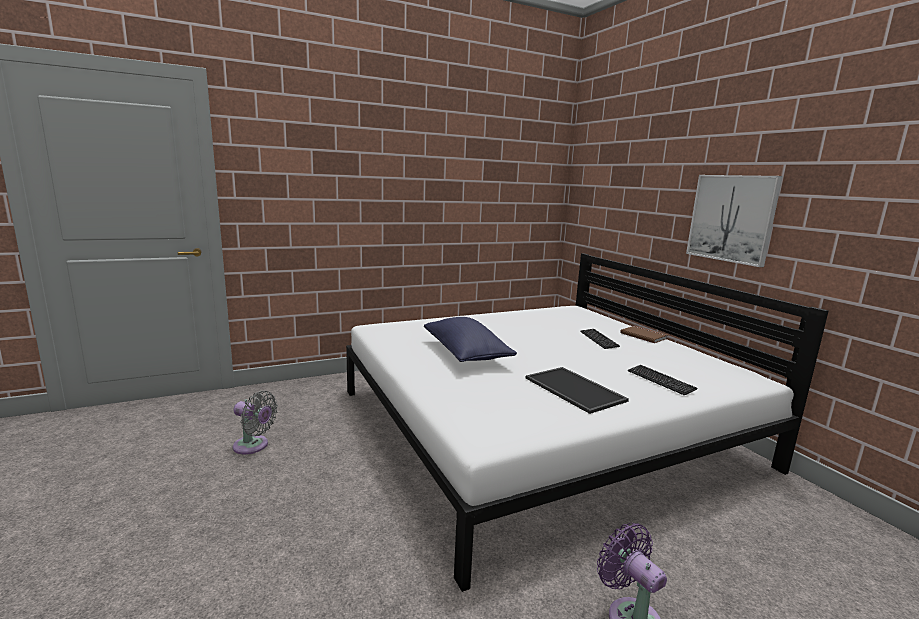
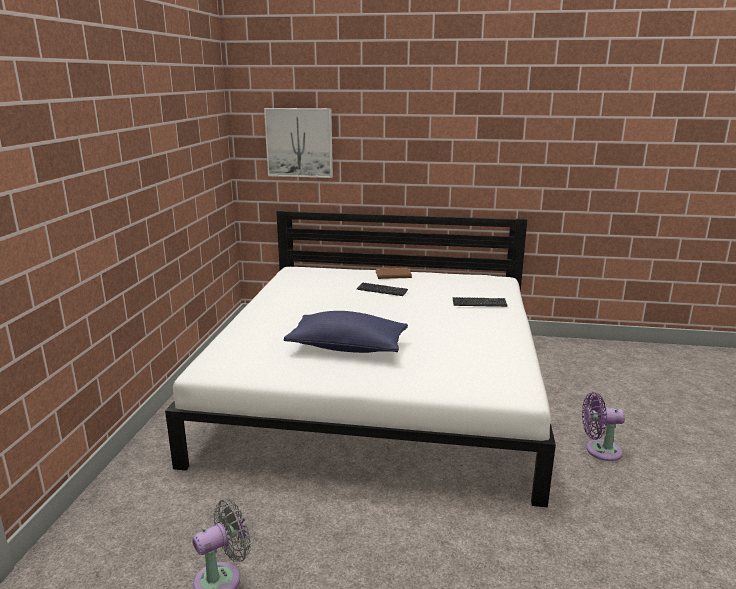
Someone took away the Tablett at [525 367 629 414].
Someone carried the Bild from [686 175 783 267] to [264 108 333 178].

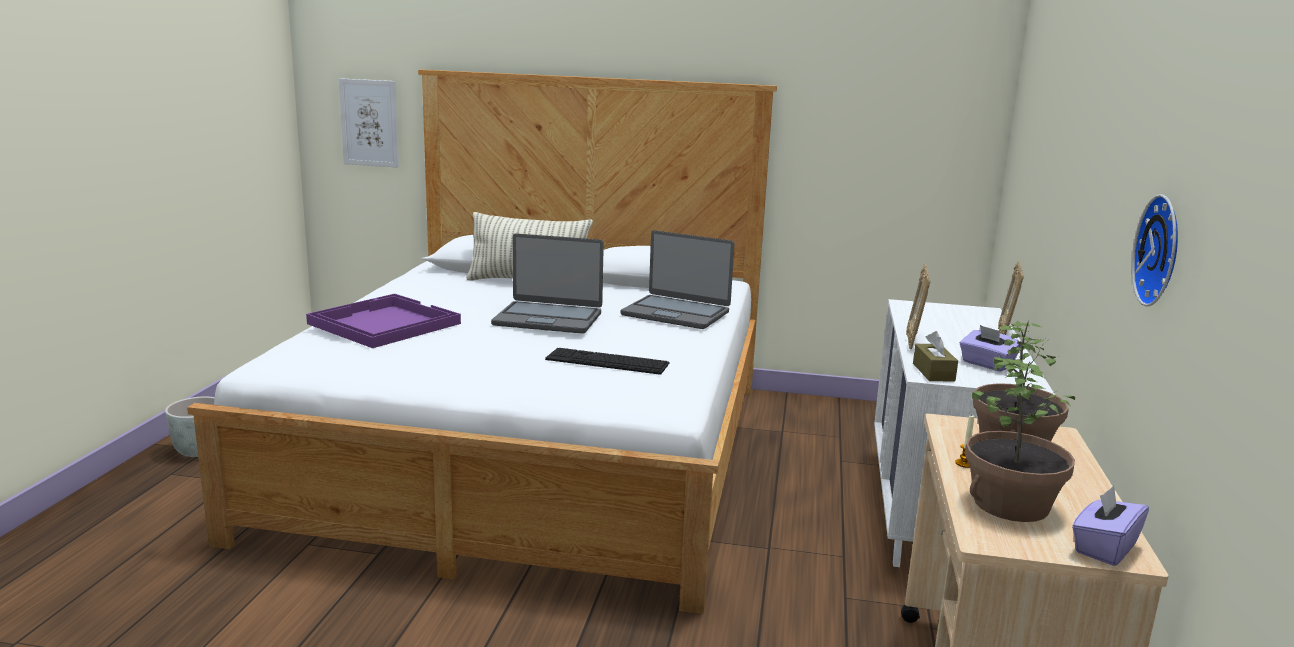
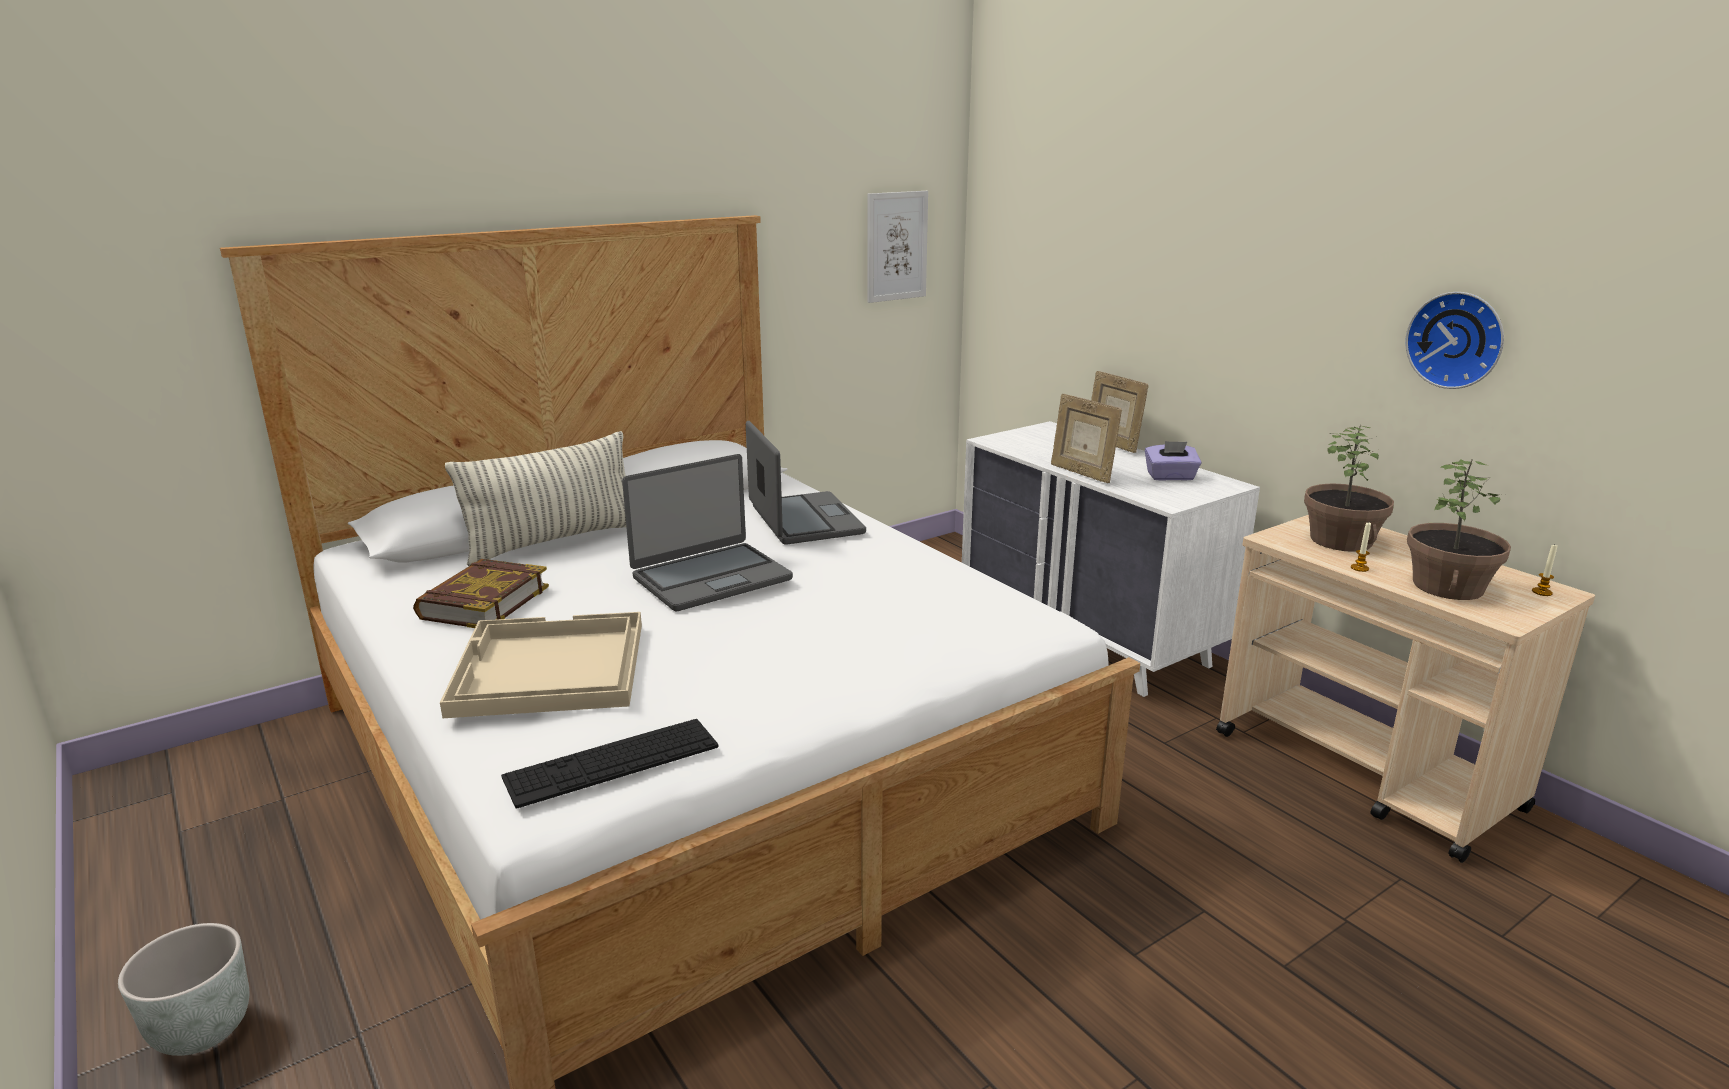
Someone took away the Taschentuchbox/braun at [913 331 958 382].
Someone put down the Buch at [413 559 549 628].
Someone carried the Bild from [339 78 399 168] to [867 191 928 303].
Someone carried the Tastatur from [545 348 670 375] to [501 719 718 809].
Someone swapped the Taschentuchbox/lila at [1072 485 1149 566] for the Kerze at [1532 545 1557 596].
Someone repainted the Tablett/lila at [306 294 461 348], which became the Tablett/beige at [440 612 642 718].
Someone rotated the Laptop at [621 230 734 329] by 90 degrees counterclockwise.

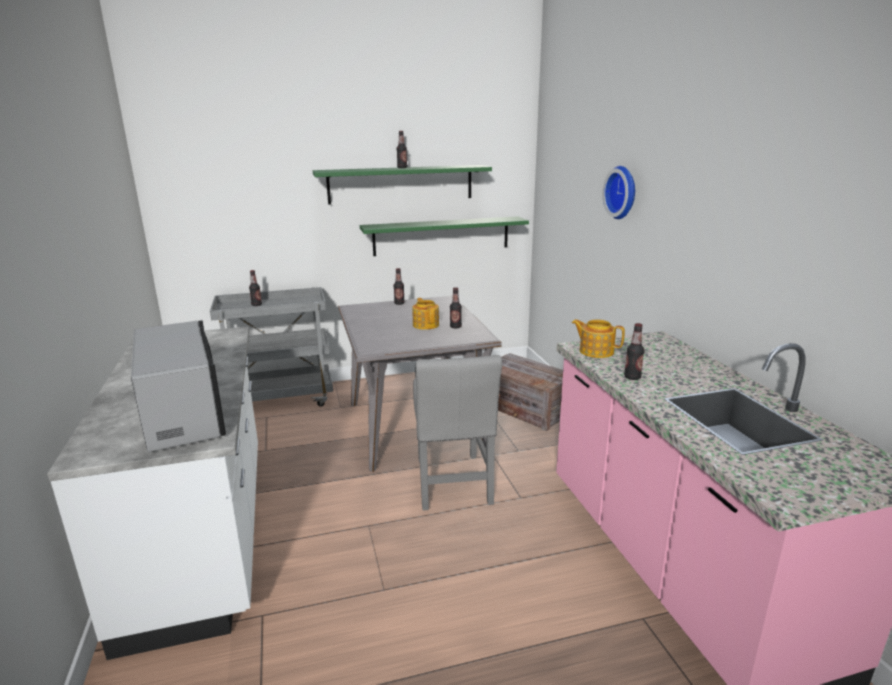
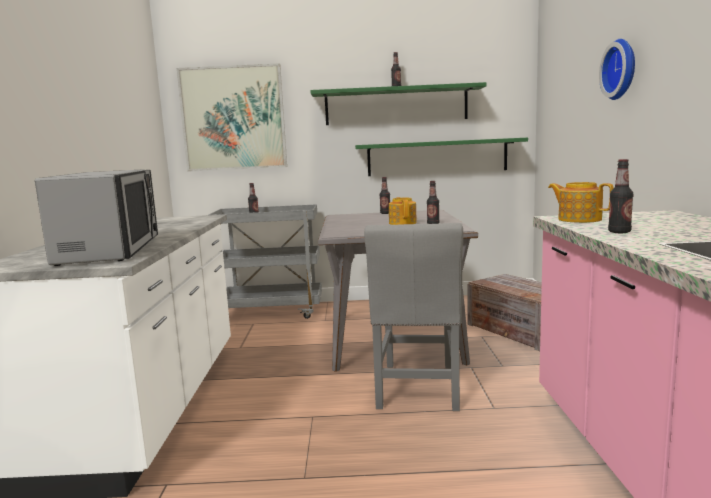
Someone put up the Bild at [177 63 287 172].

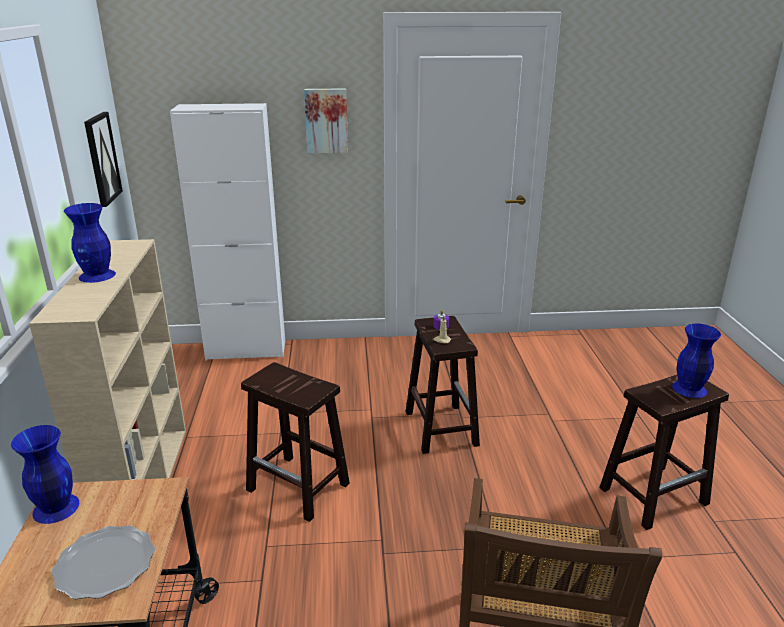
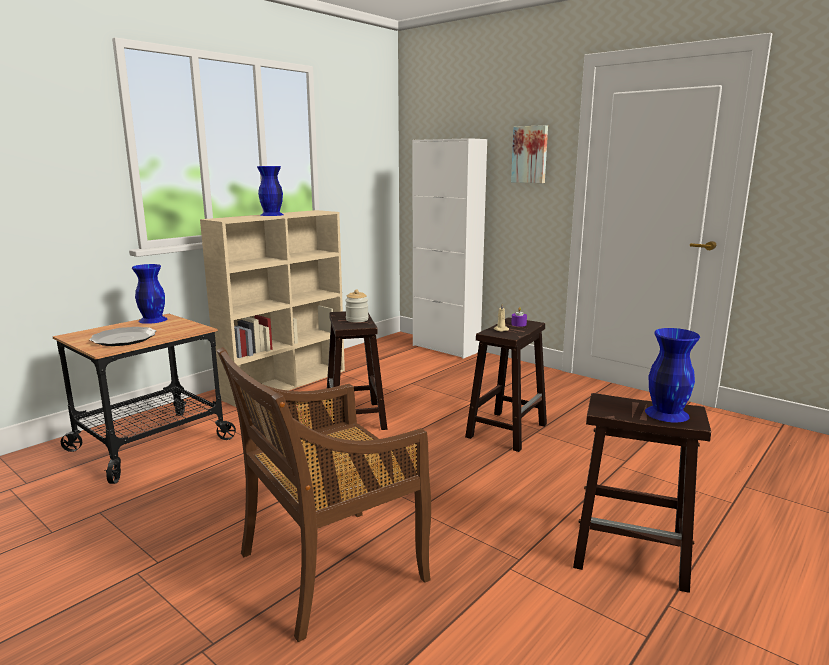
Someone took away the Bild at [84 112 123 207].
Someone put down the Vorratsglas at [345 290 369 322].

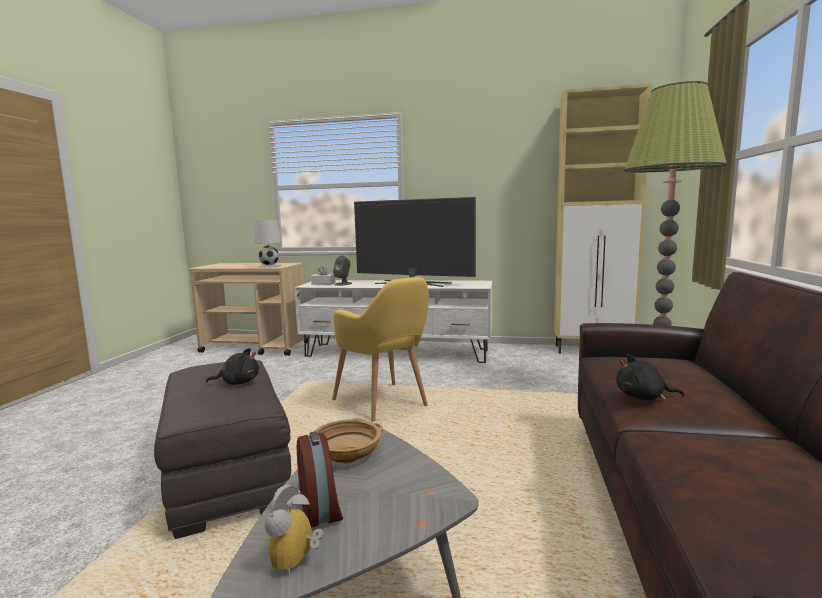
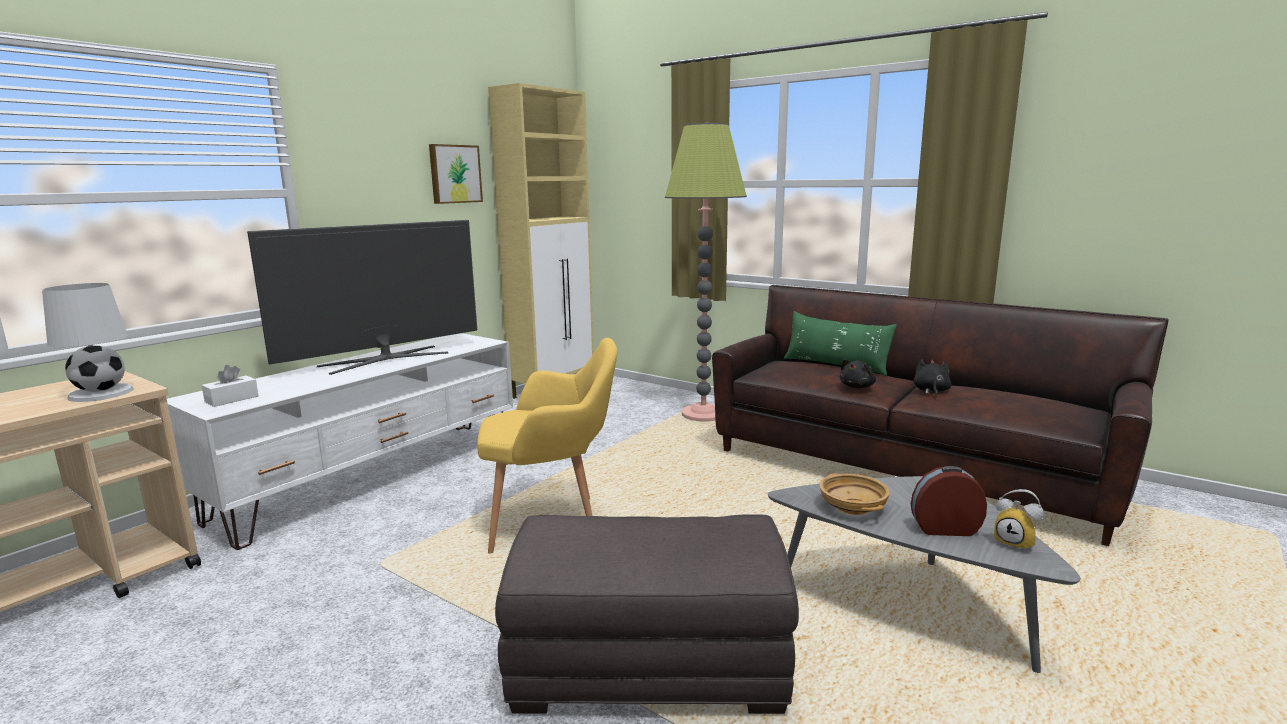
Someone took away the Lautsprecher/grau at [333 255 352 286].
Someone put up the Bild at [429 144 483 204].
Someone put down the Kissen/grün at [783 311 897 376].
Someone carried the Plüschtier/schwarz from [206 348 259 385] to [913 359 951 397].

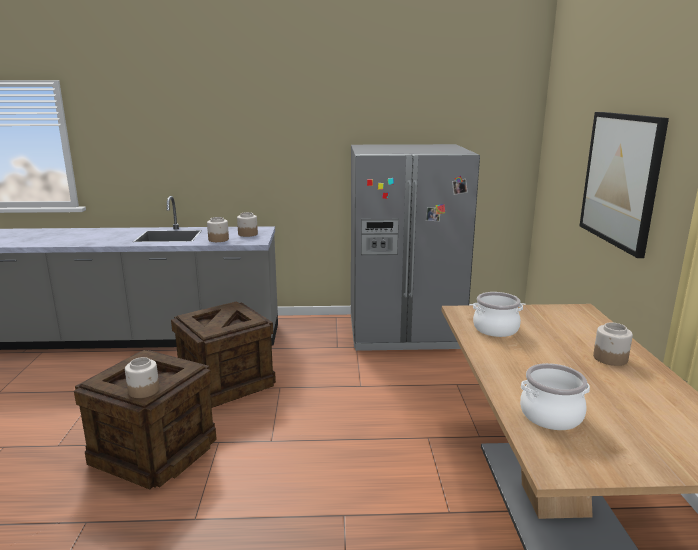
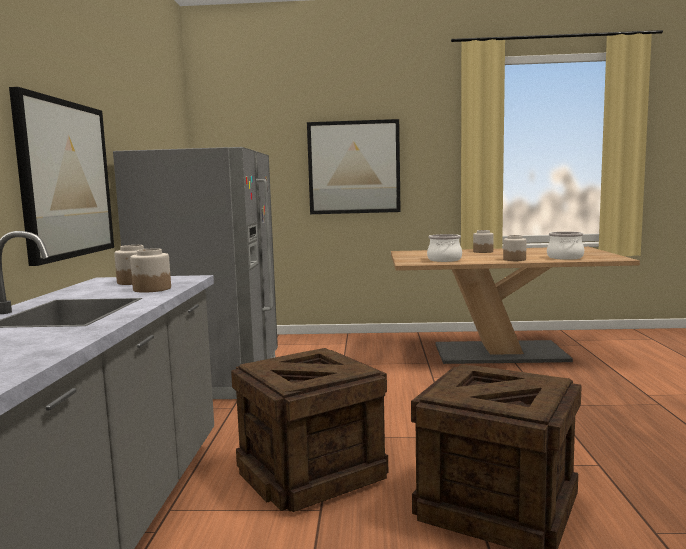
Someone put up the Bild at [9 87 114 266].
Someone carried the Vorratsglas from [125 357 159 398] to [503 235 527 261].

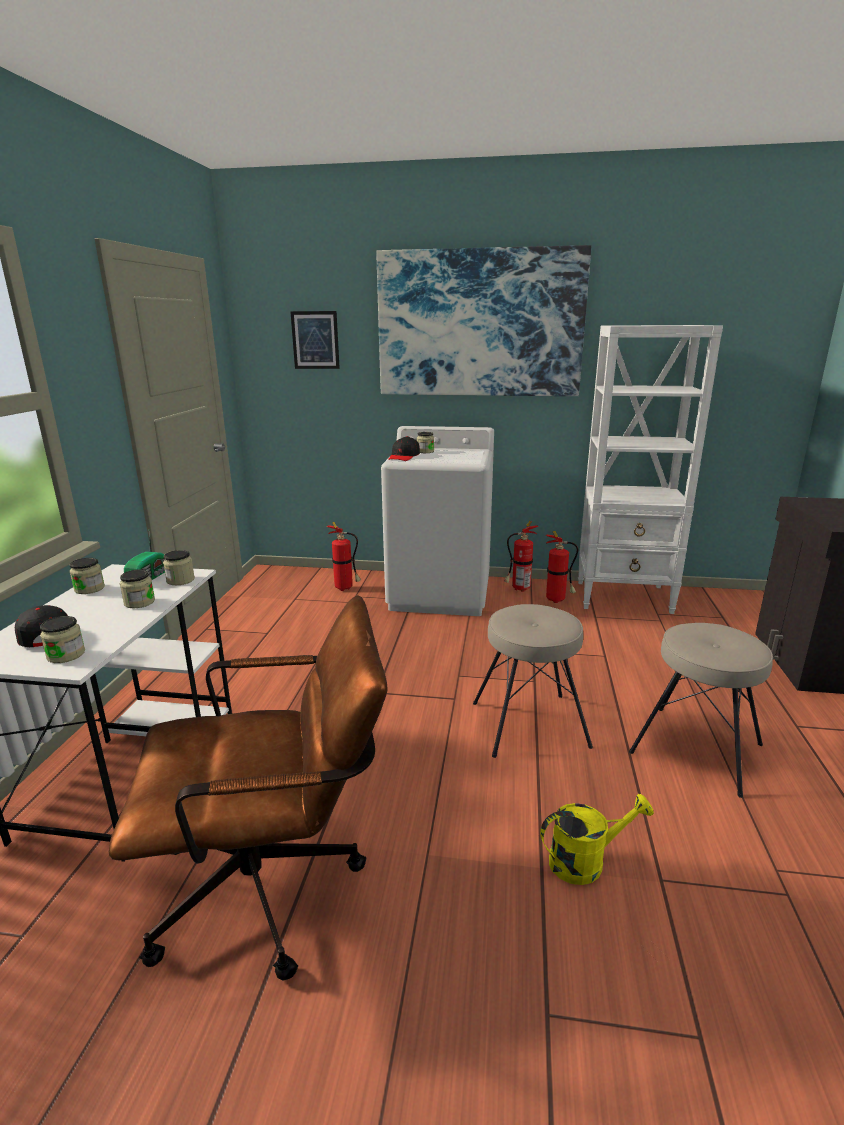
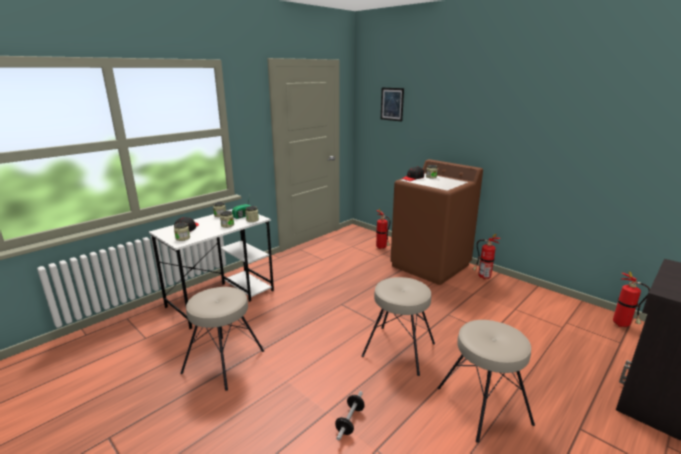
Someone took away the Bild at [376 245 591 396].
Someone took away the Bücherregal/weiß at [578 325 723 614].
Someone carried the Feuerlöscher from [546 531 578 603] to [613 272 650 327].
Someone swapped the Bürostuhl/braun at [109 595 388 981] for the Hocker/beige at [180 287 264 391].
Someone swapped the Gießkanne/gelb at [540 794 654 885] for the Hantel at [335 391 365 440].
Someone repainted the Waschmaschine/weiß at [381 426 494 616], which became the Waschmaschine/braun at [390 159 483 285].

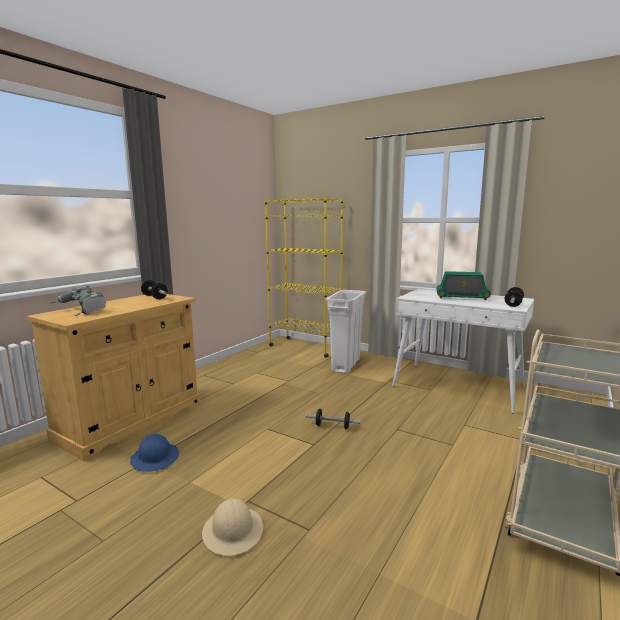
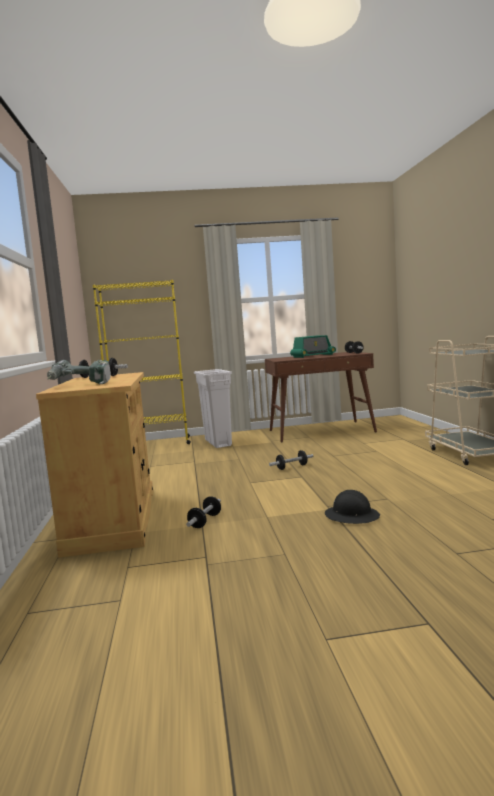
Someone swapped the Schutzhelm/blau at [130 434 179 472] for the Hantel at [186 496 221 528].
Someone repainted the Schutzhelm/beige at [202 498 263 556], which became the Schutzhelm/schwarz at [325 490 380 524].
Someone repainted the Schreibtisch/weiß at [392 289 534 414], which became the Schreibtisch/braun at [265 352 377 442].

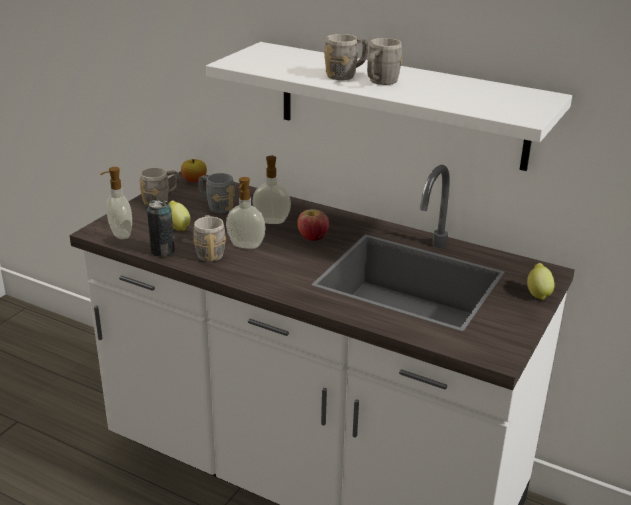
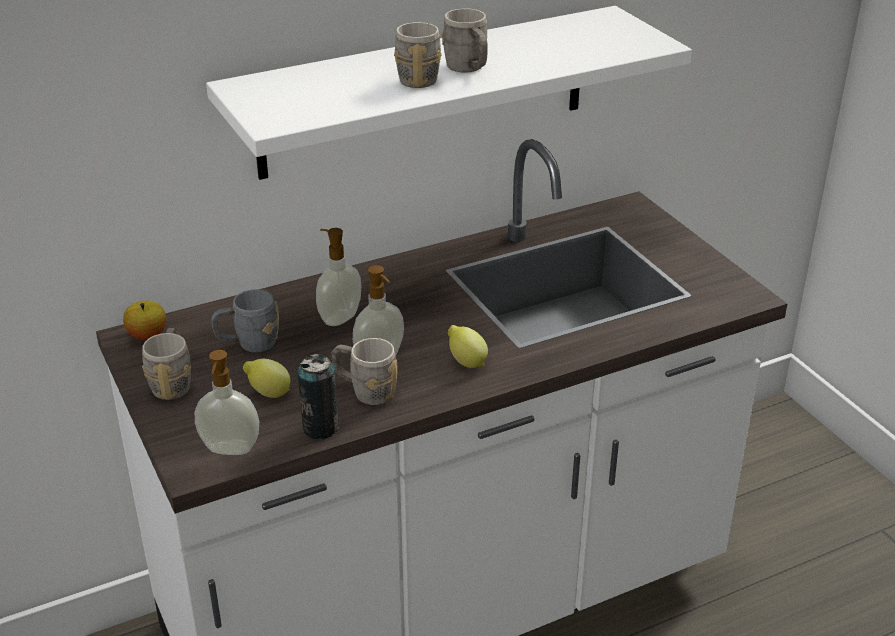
Someone took away the Apfel at [297 209 329 241].
Someone carried the Zitrone from [527 263 554 300] to [448 325 488 368].

